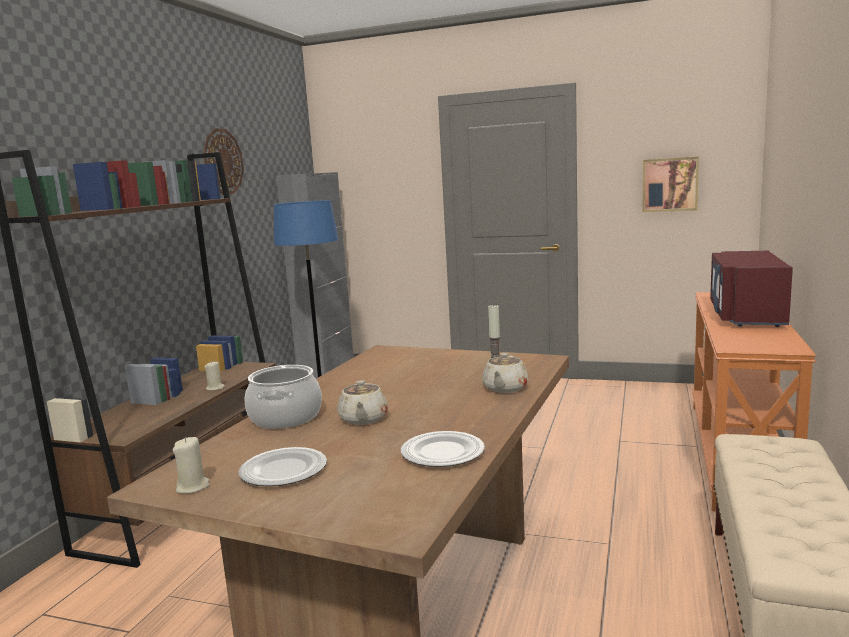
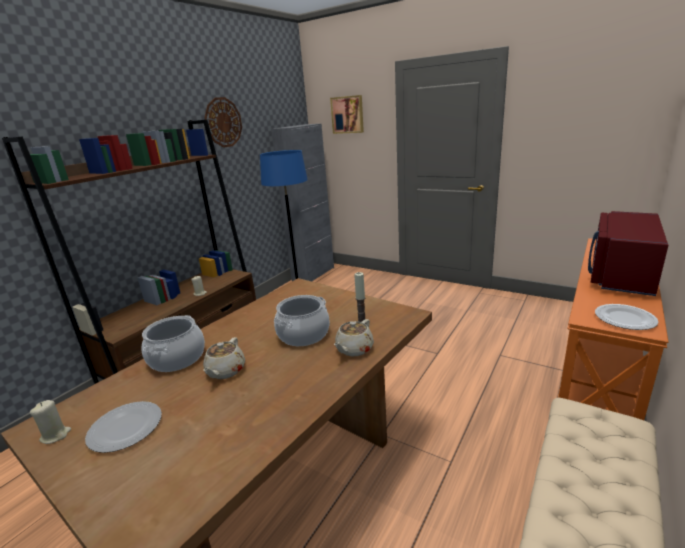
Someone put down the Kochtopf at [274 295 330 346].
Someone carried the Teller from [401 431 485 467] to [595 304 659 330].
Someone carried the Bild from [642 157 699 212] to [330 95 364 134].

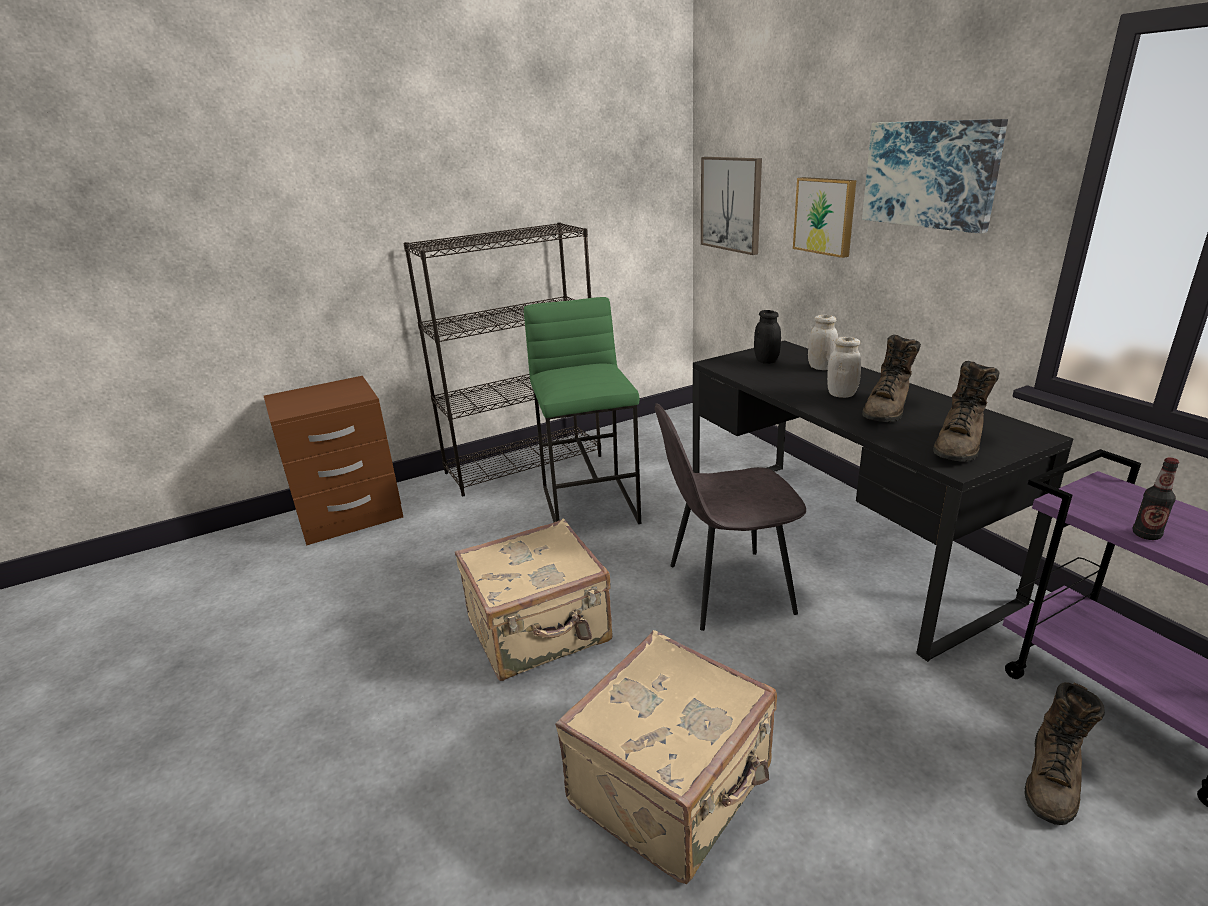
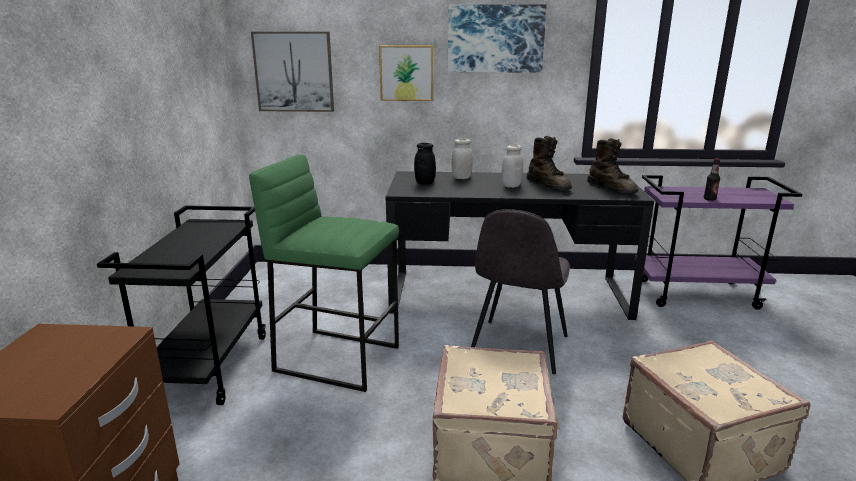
Someone took away the Stiefel/braun at [1025 682 1105 825].
Someone swapped the Bücherregal/schwarz at [403 222 601 496] for the Rollwagen/schwarz at [97 205 266 405].

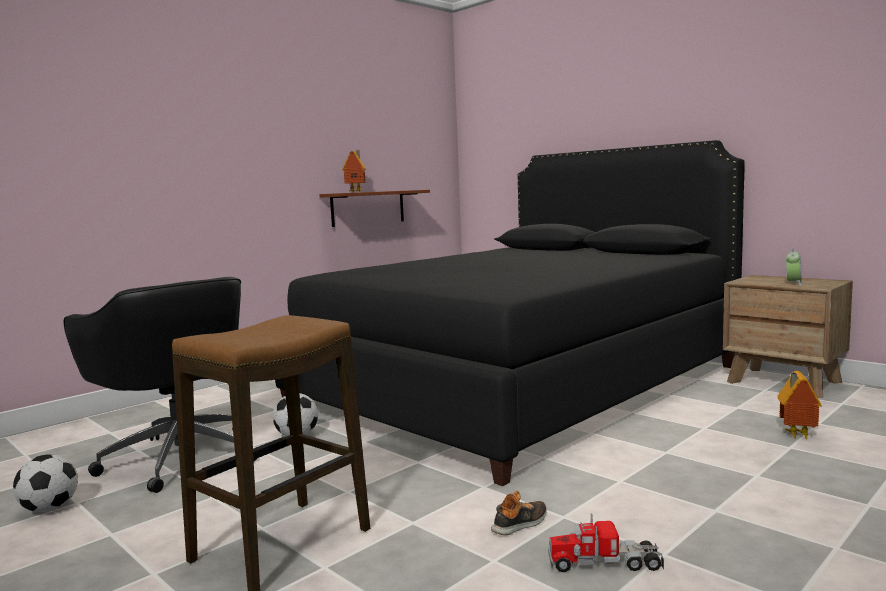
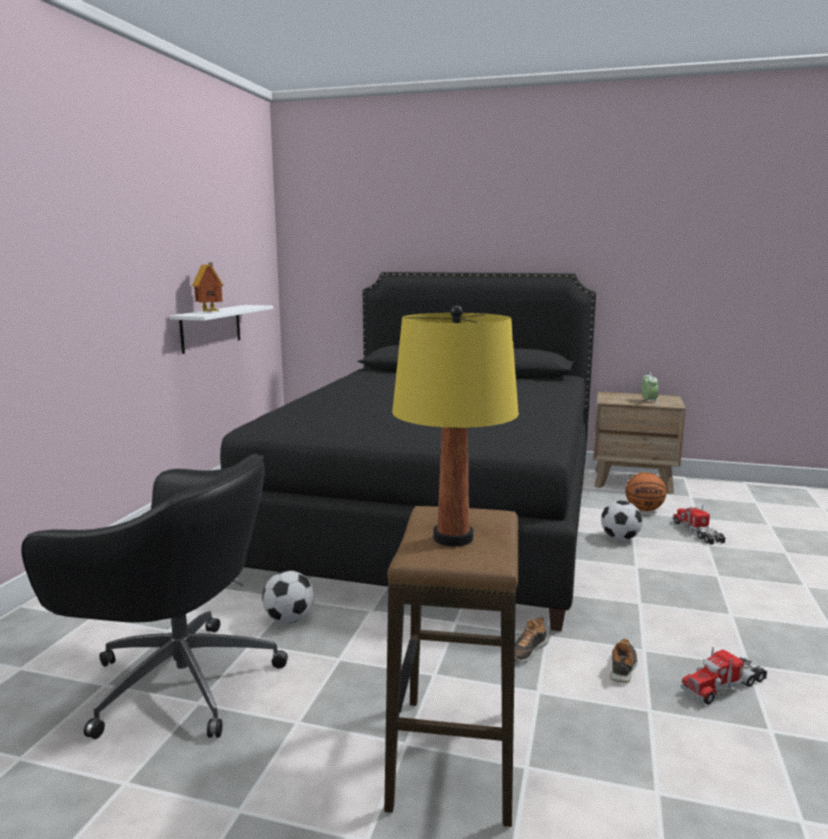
Someone put down the Tischlampe/gelb at [392 305 519 547].
Someone put down the Schuh at [515 617 549 662].
Someone put down the Basketball at [625 472 666 511].
Someone carried the Fußball from [13 454 78 512] to [601 501 642 541].
Someone swapped the Spielzeughaus at [778 371 822 440] for the Spielzeuglaster at [673 505 725 545].
Someone repainted the Wandregal/braun at [320 190 430 227], which became the Wandregal/weiß at [170 305 273 354].

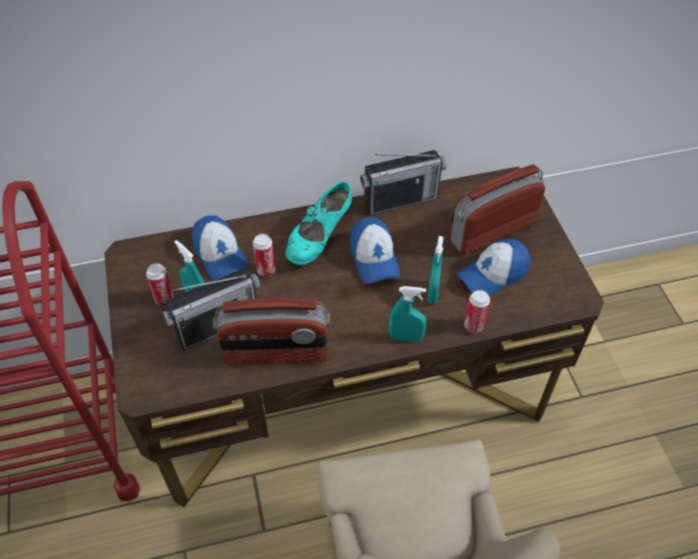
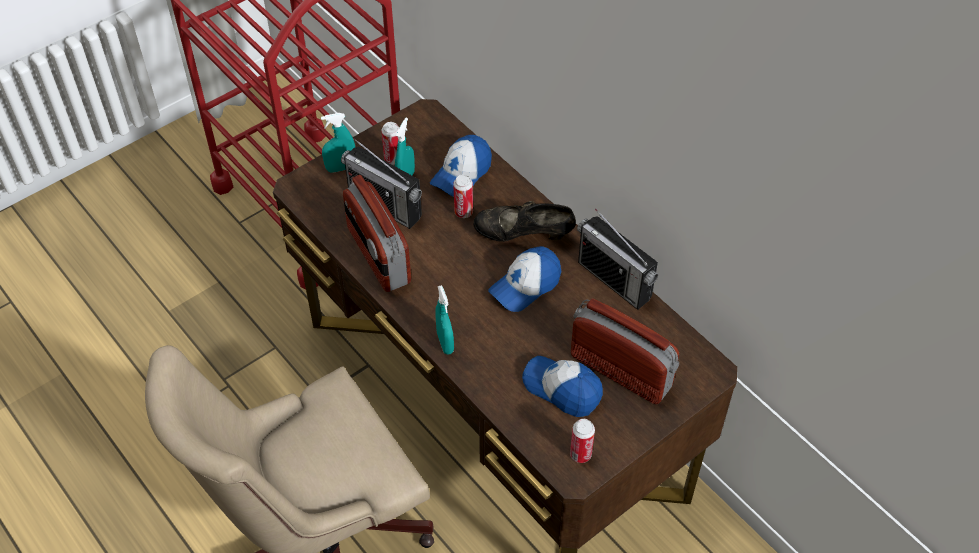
Someone carried the Sprühflasche/türkis from [427 236 443 304] to [321 113 355 173].
Someone carried the Dose from [464 290 490 333] to [570 419 595 463].
Someone repainted the Schuh/türkis at [286 182 352 265], which became the Schuh/schwarz at [473 201 576 242].

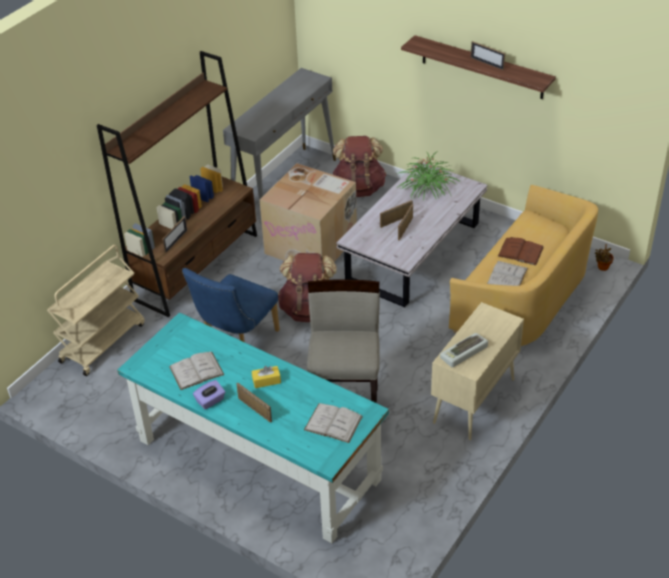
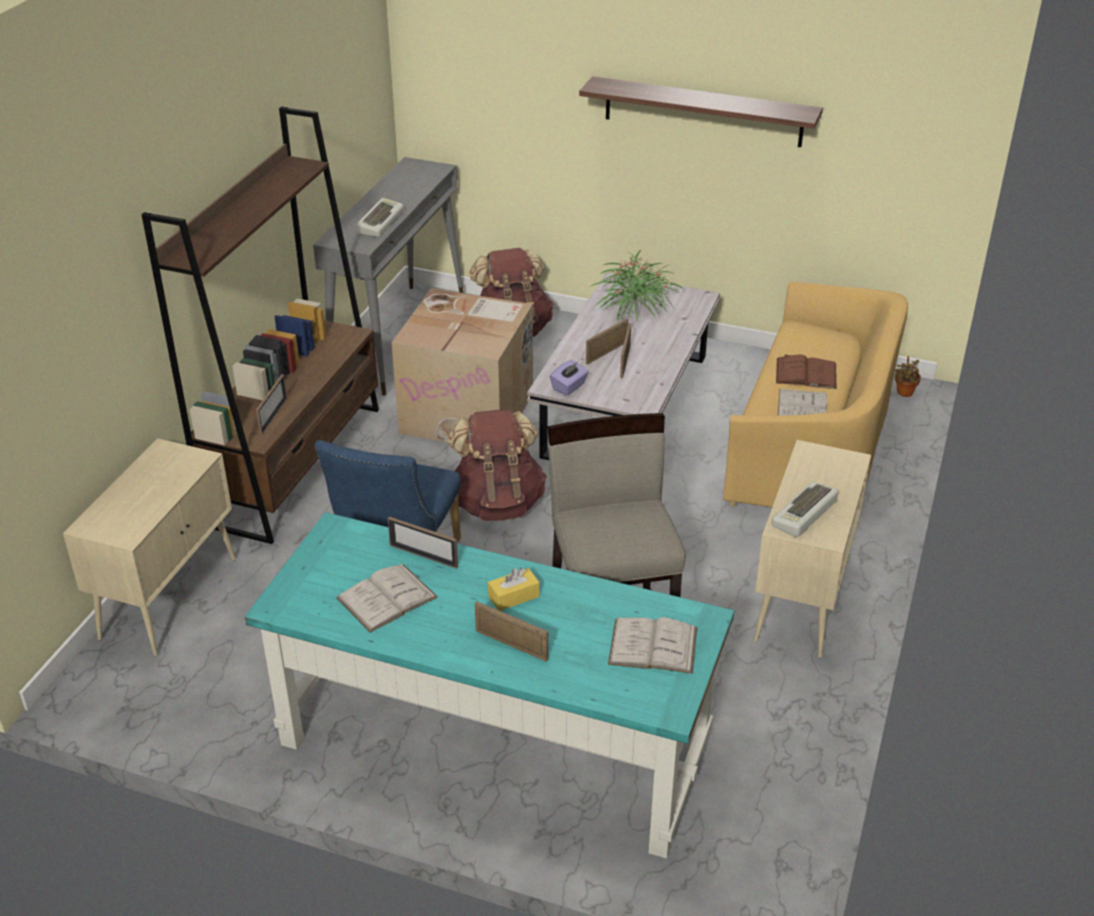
Someone put down the Tastatur at [357 198 404 237].
Someone carried the Taschentuchbox/lila from [193 380 225 409] to [550 360 588 396].
Someone carried the Bilderrahmen from [471 41 505 70] to [388 517 458 569].
Someone swapped the Rollwagen/beige at [47 245 145 376] for the Schrank/beige at [63 438 236 656].

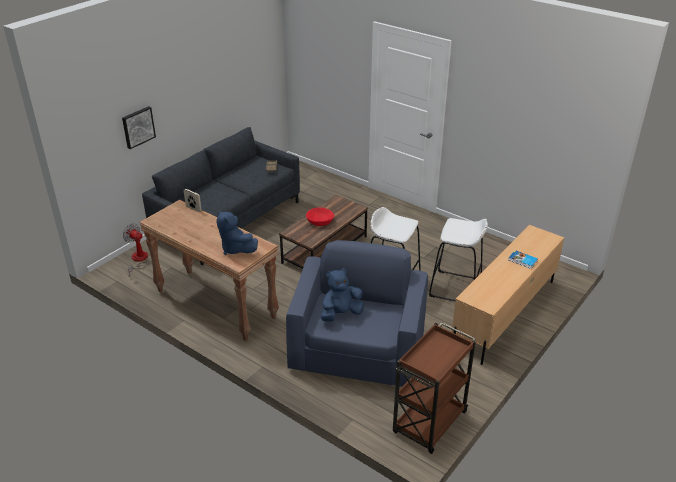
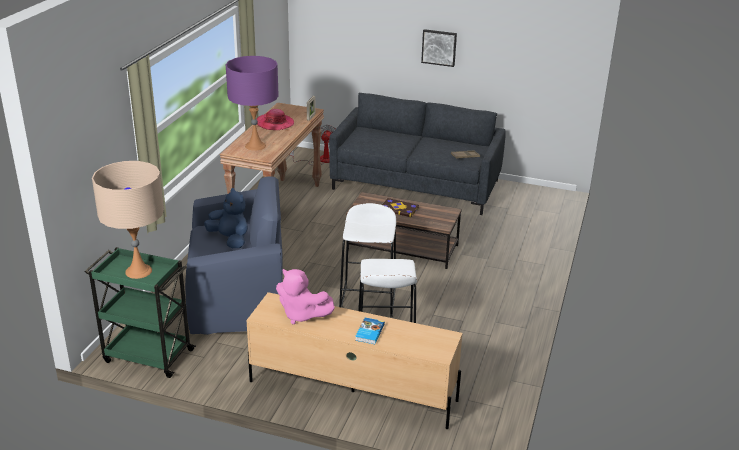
Someone put down the Tischlampe/beige at [92 161 164 279].
Someone put down the Hut at [257 109 294 130].
Someone put down the Plüschtier/rosa at [276 269 335 324].
Someone carried the Bild from [122 106 156 149] to [421 29 457 67].
Someone swapped the Plüschtier/blau at [217 210 258 255] for the Tischlampe/lila at [226 56 279 151].
Someone swapped the Schüssel/rot at [306 208 334 226] for the Buch at [382 198 419 217].
Someone repainted the Rollwagen/braun at [393 322 476 454], which became the Rollwagen/grün at [85 247 196 378].

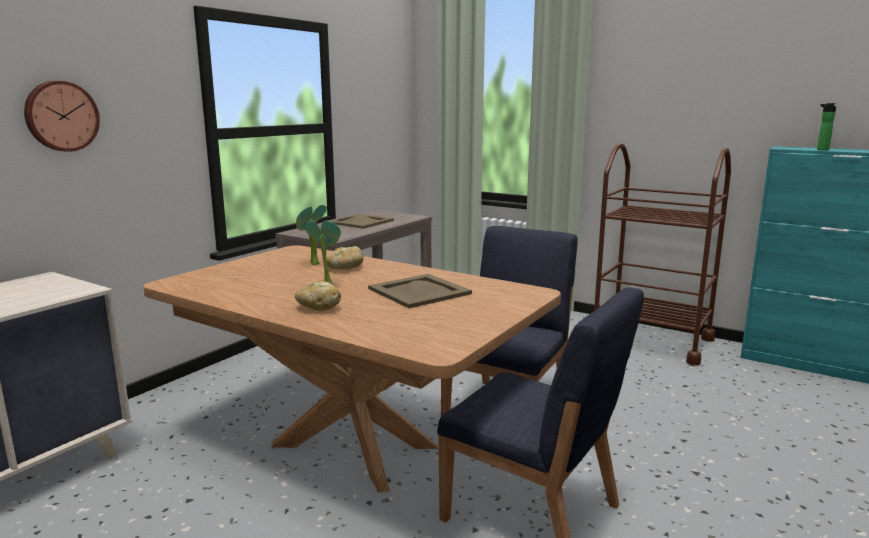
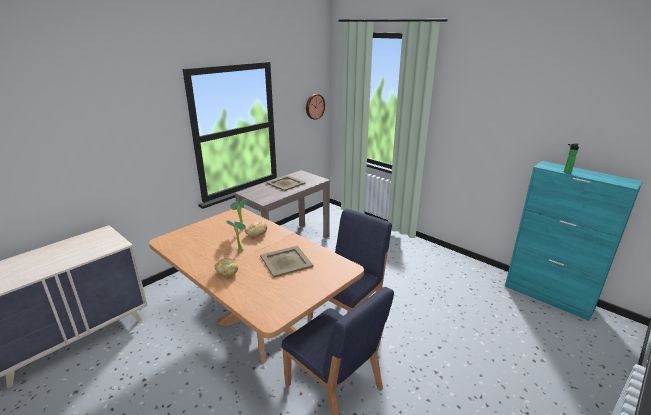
Someone took away the Rollwagen/braun at [594 143 731 366].
Someone carried the Wanduhr from [24 81 100 152] to [306 94 325 120].

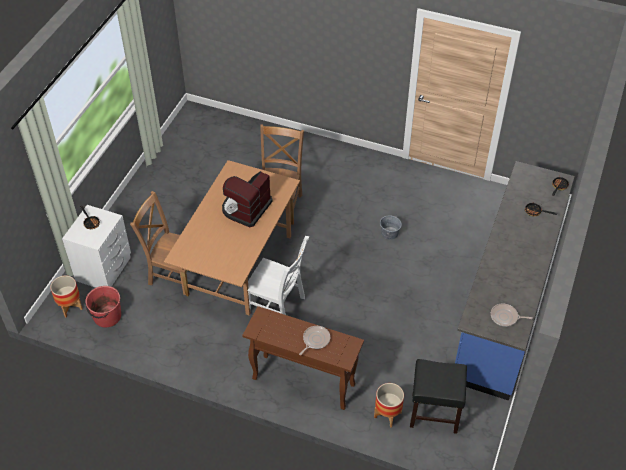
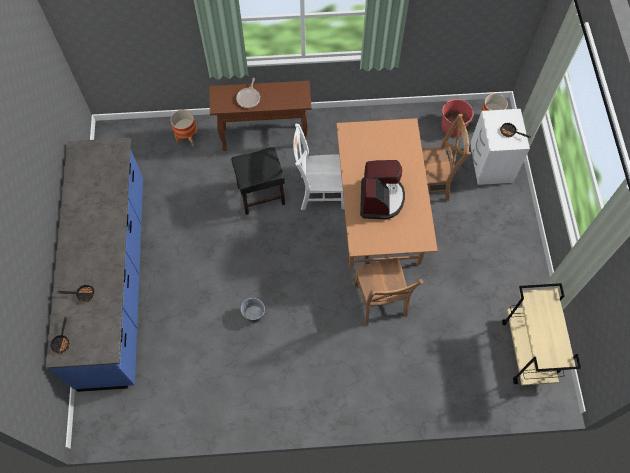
Someone took away the Pfanne at [491 304 533 327].
Someone put down the Rollwagen/beige at [502 283 581 385].
Someone carried the Hocker/schwarz from [410 359 467 434] to [231 147 285 215].

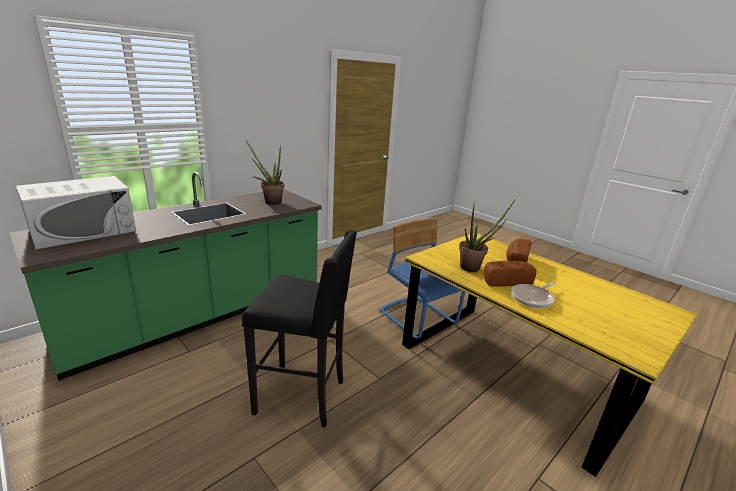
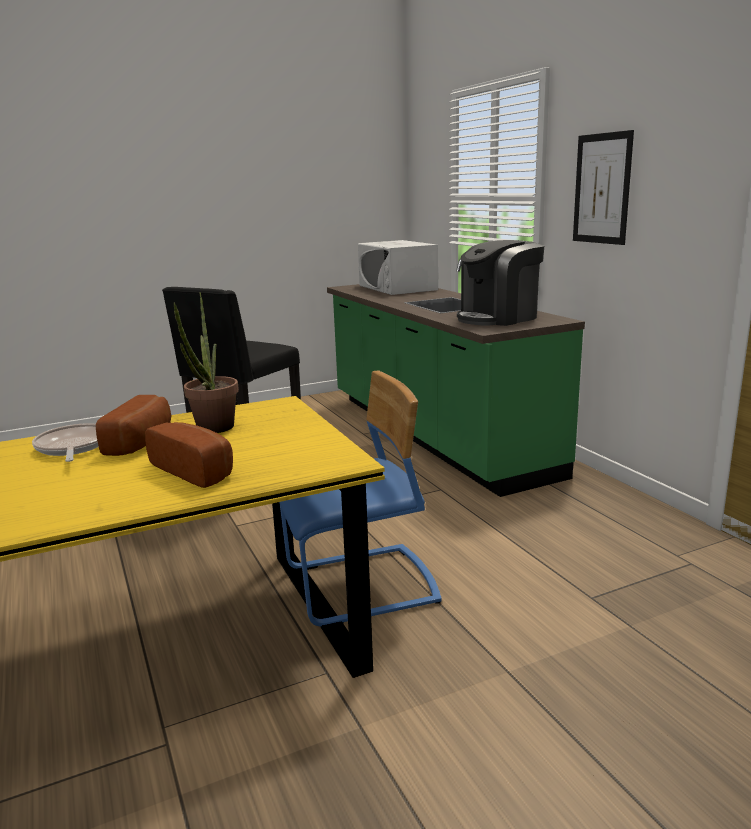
Someone put up the Bild at [573 130 634 245].
Someone swapped the Topfpflanze at [245 140 284 205] for the Kaffeemaschine at [457 240 544 326].

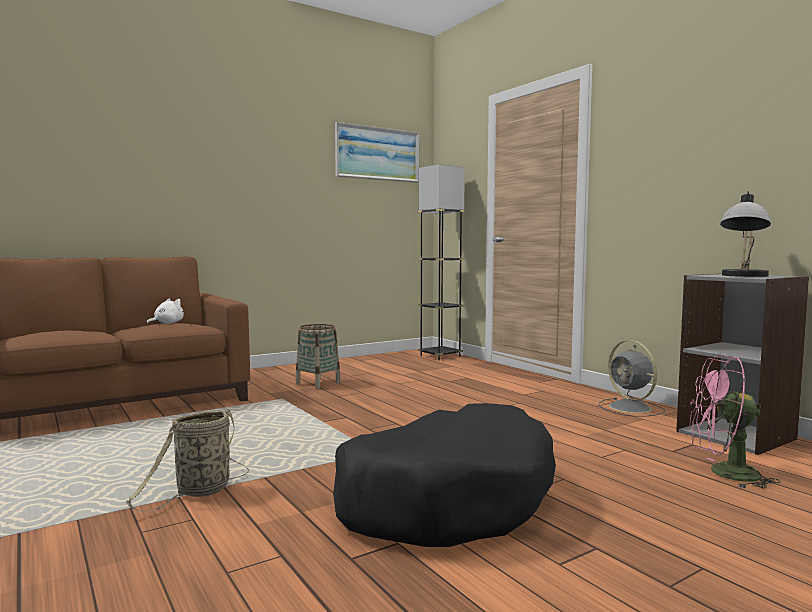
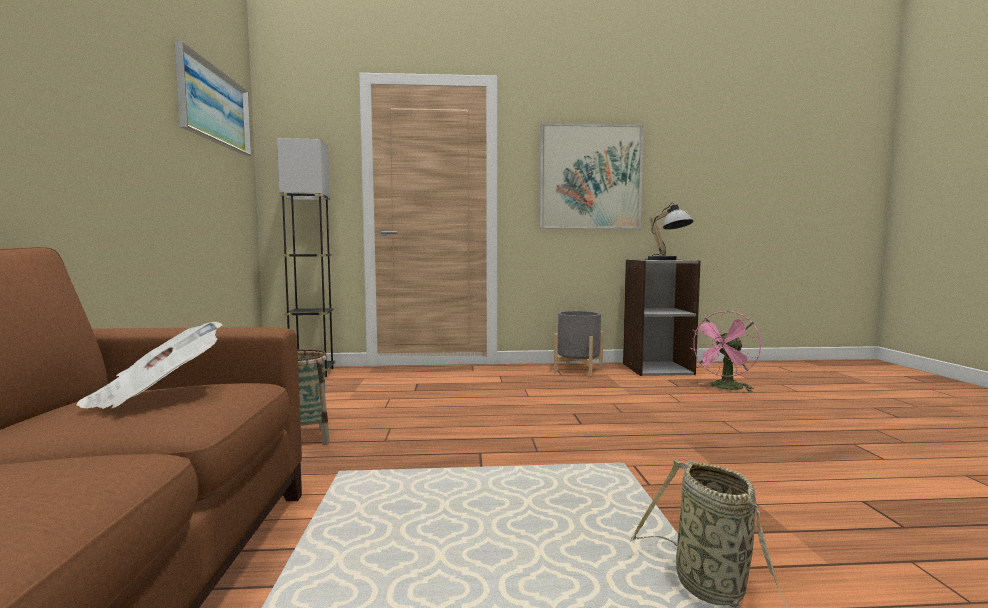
Someone took away the Hundebett/schwarz at [333 403 556 547].
Someone put up the Bild at [539 123 644 229].
Someone swapped the Plüschtier/weiß at [146 298 184 324] for the Zeitung at [76 322 223 409].
Someone swapped the Ventilator/grau at [599 340 665 417] for the Pflanzkübel/grau at [554 311 603 377].

